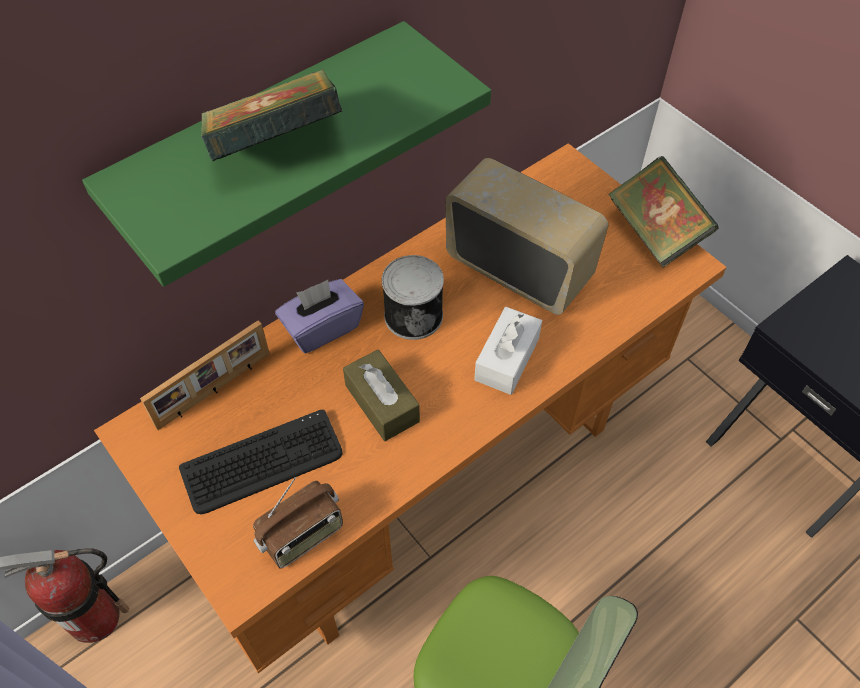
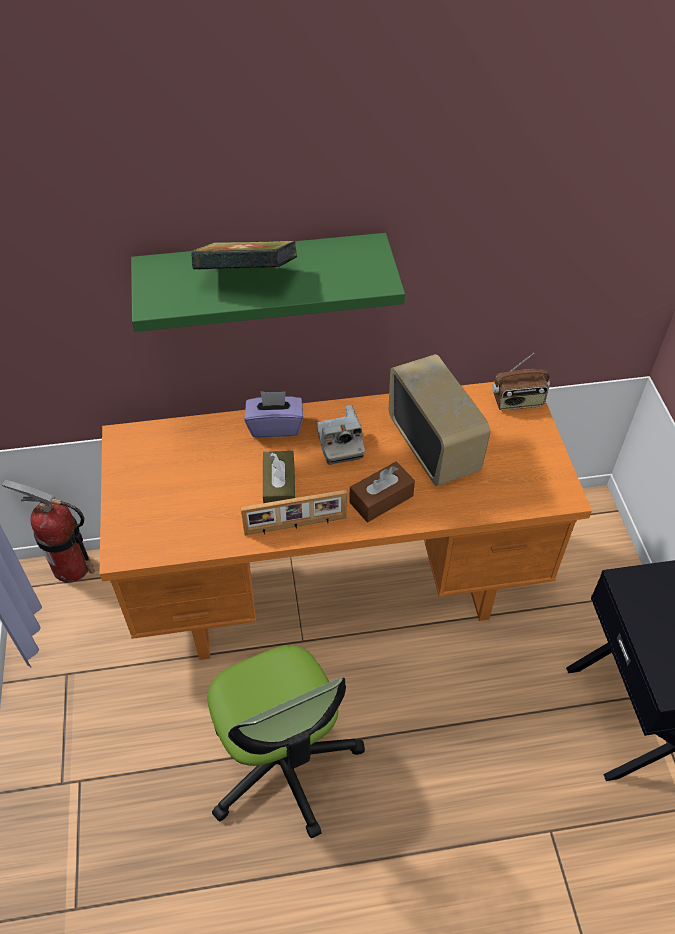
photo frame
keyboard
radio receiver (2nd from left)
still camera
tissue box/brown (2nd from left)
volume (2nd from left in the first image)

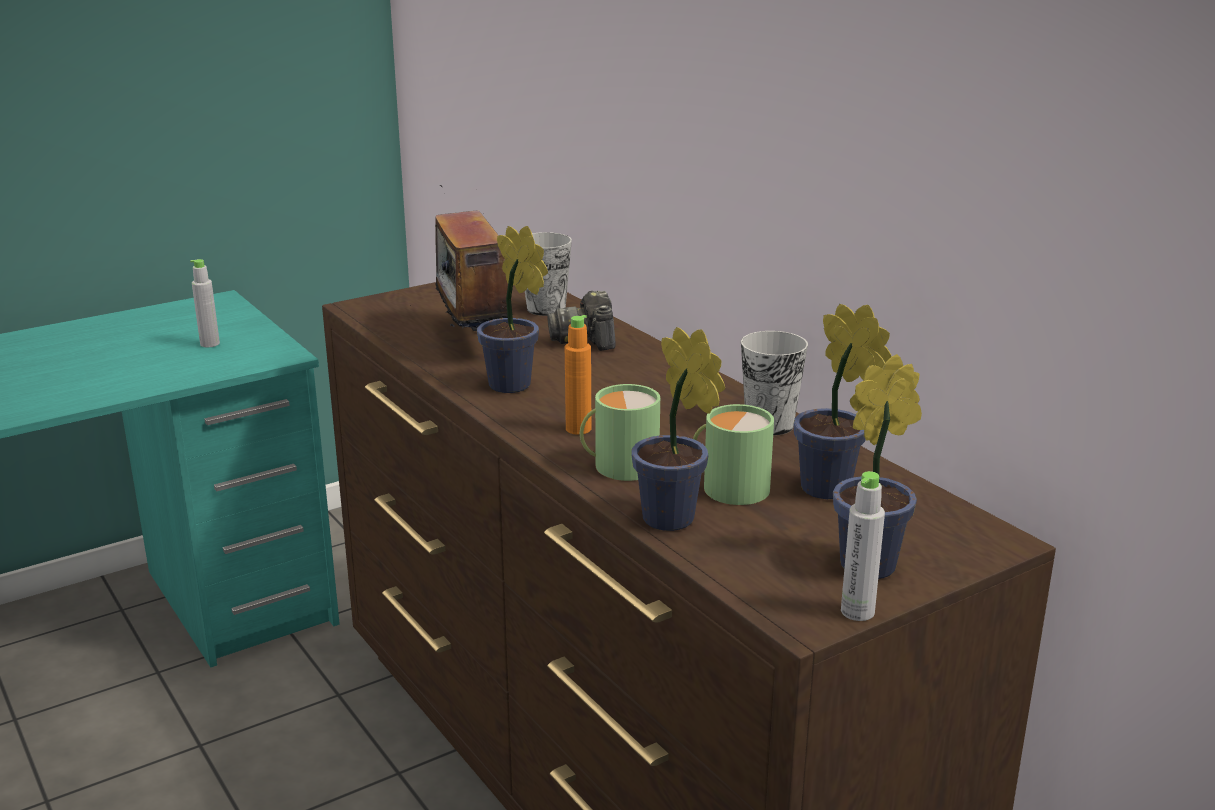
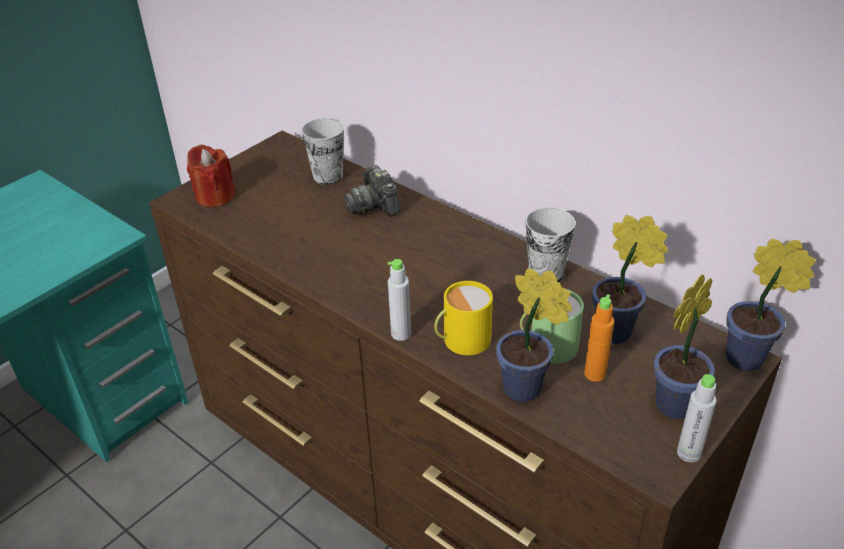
drink bottle/gray (1st from left)
radio receiver
potted plant (4th from left)
drink bottle/orange
tea mug/yellowish
wax light/reddish

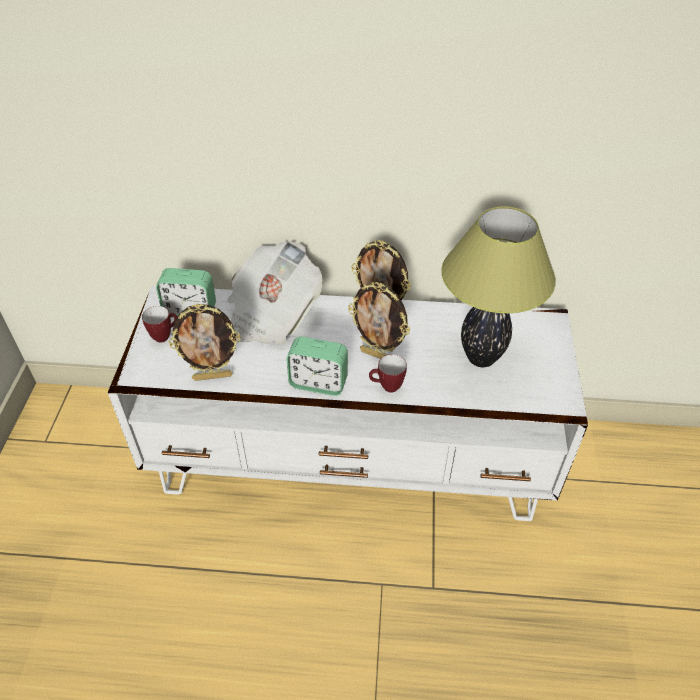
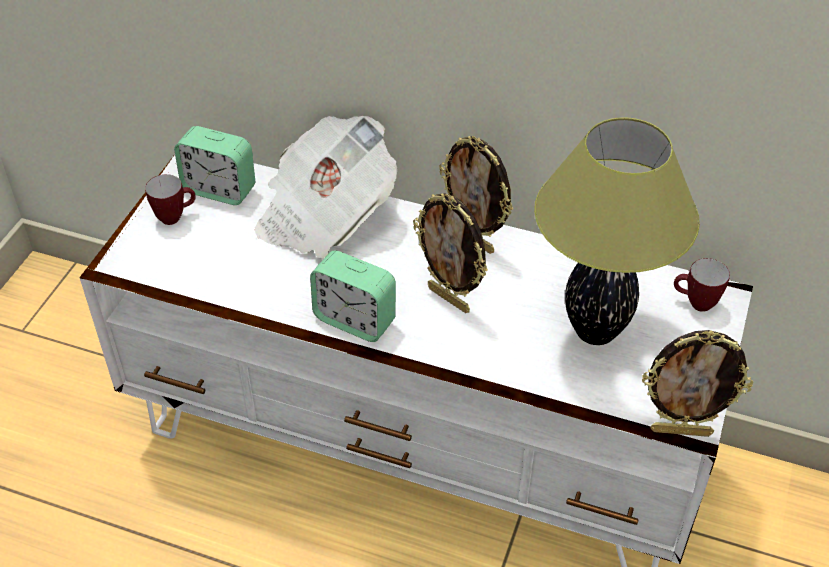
photo frame (3rd from left)
tea mug (2nd from left)

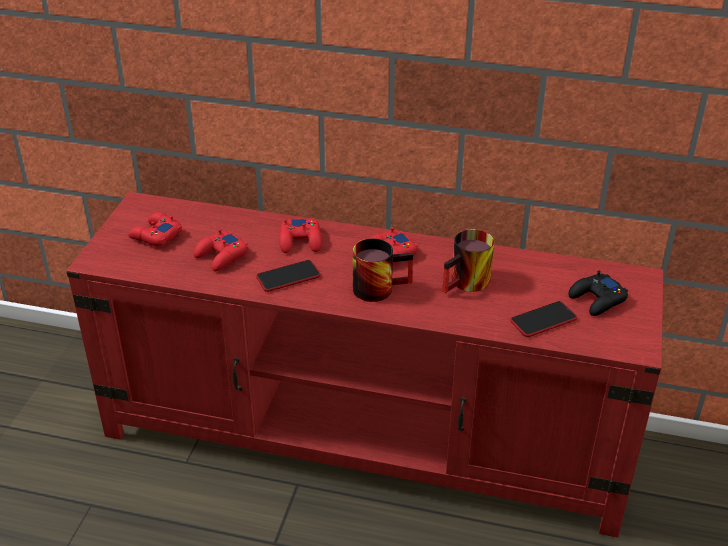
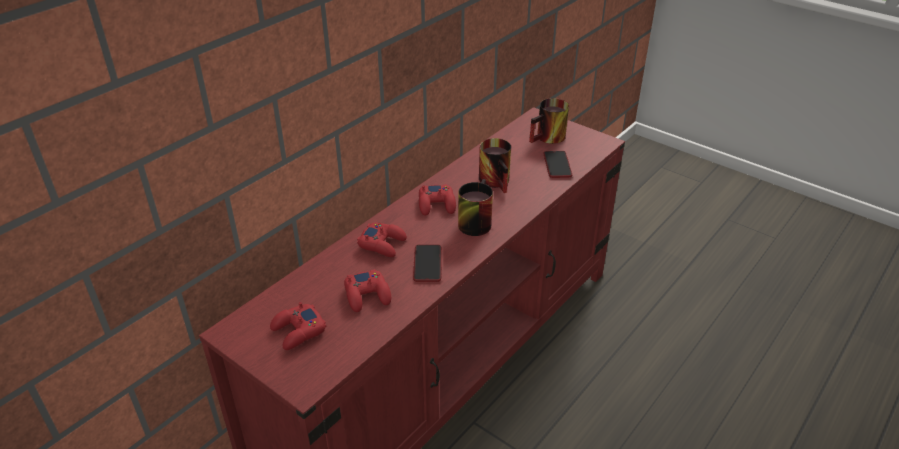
tea mug (3rd from left)

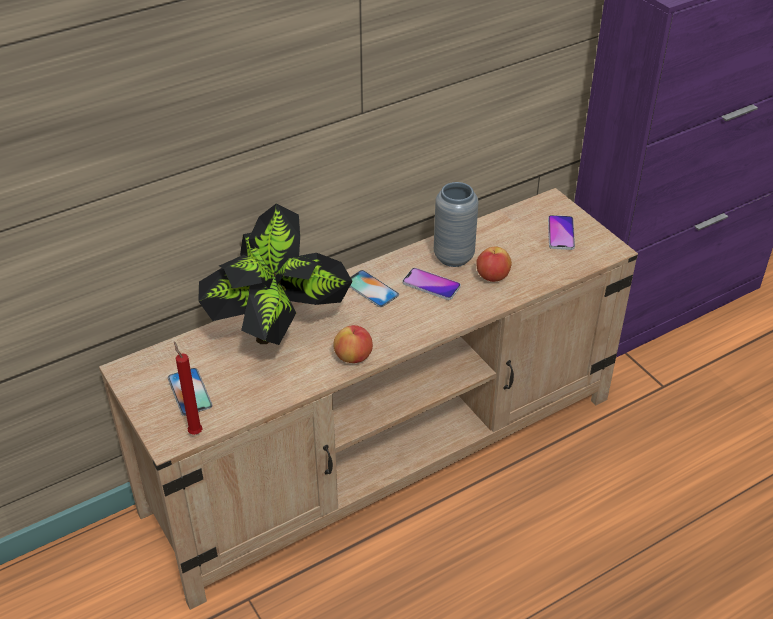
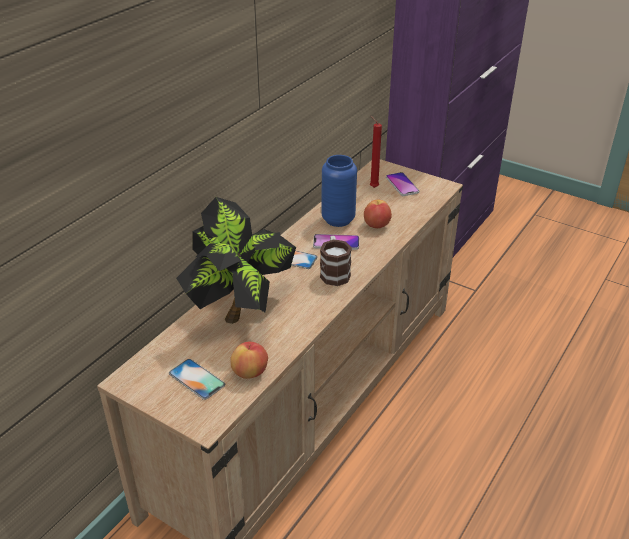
wax light/reddish
apple (1st from left)
decorative vase/bluish
tea mug

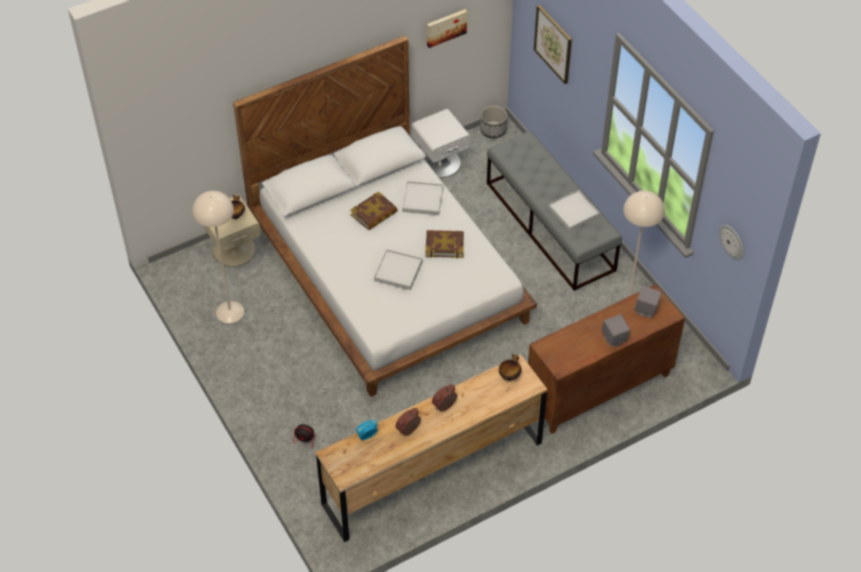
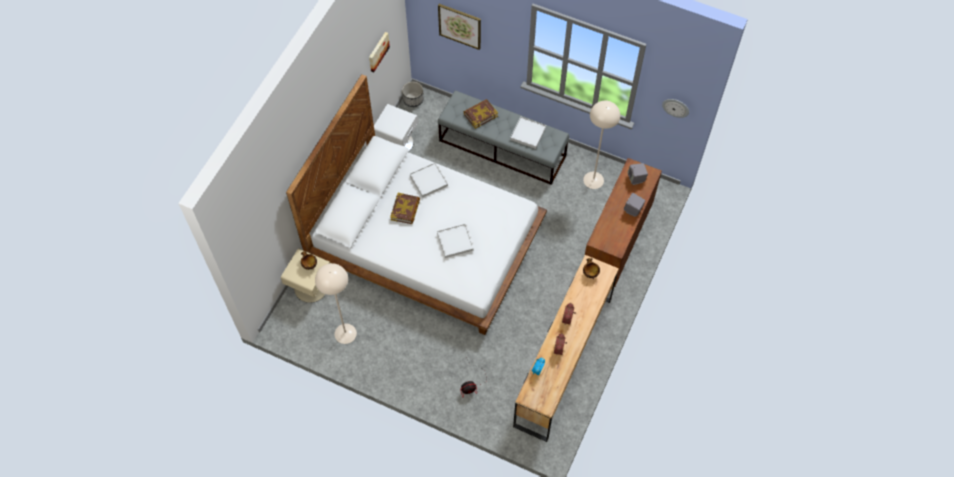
volume (2nd from left)

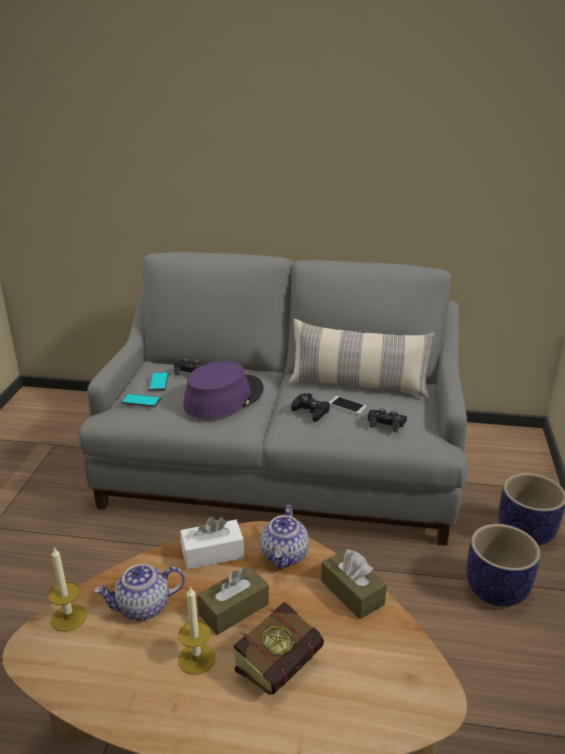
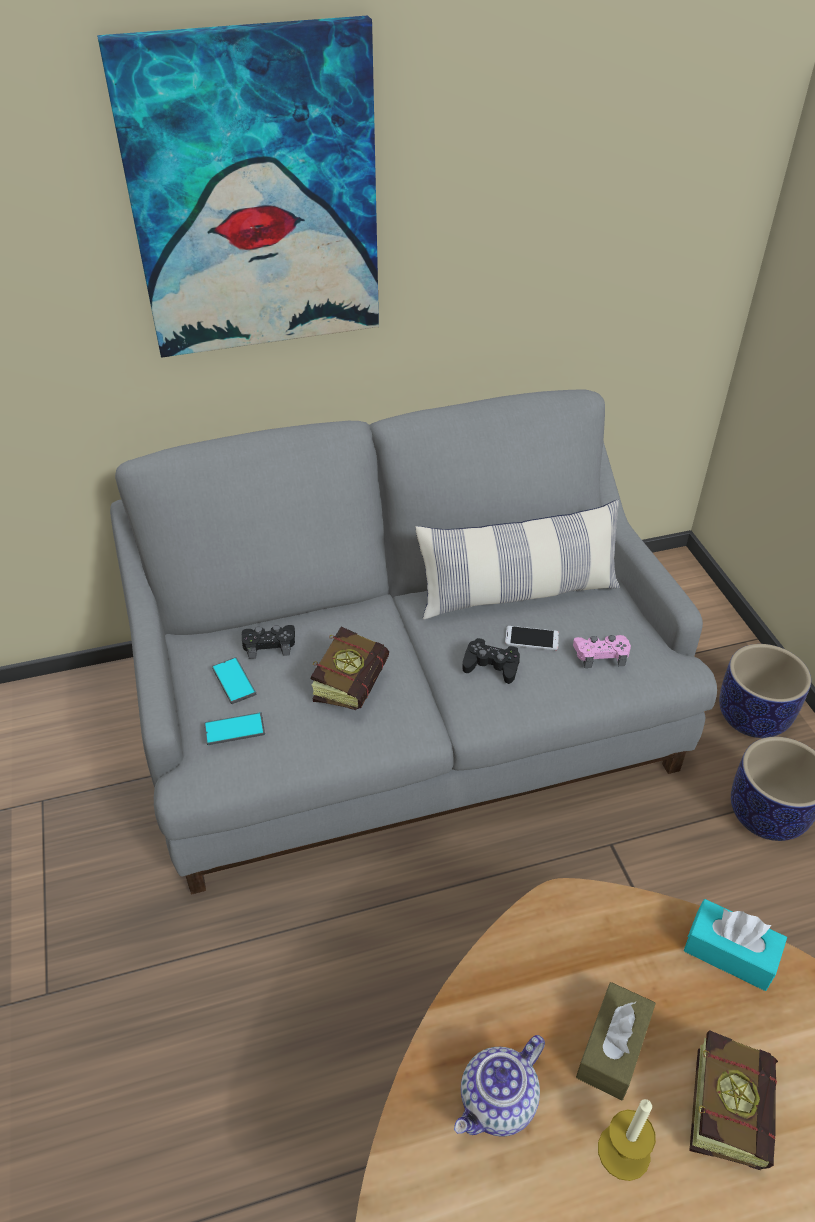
wax light (1st from left in the first image)
tissue box/white-coloured
volume (1st from left)
tea pot (2nd from left in the first image)
tissue box/turquoise
game controller/pink-coloured
picture

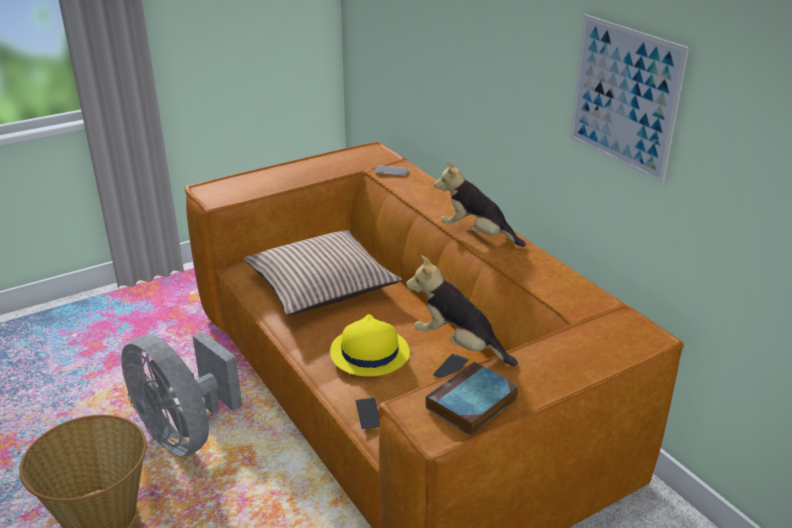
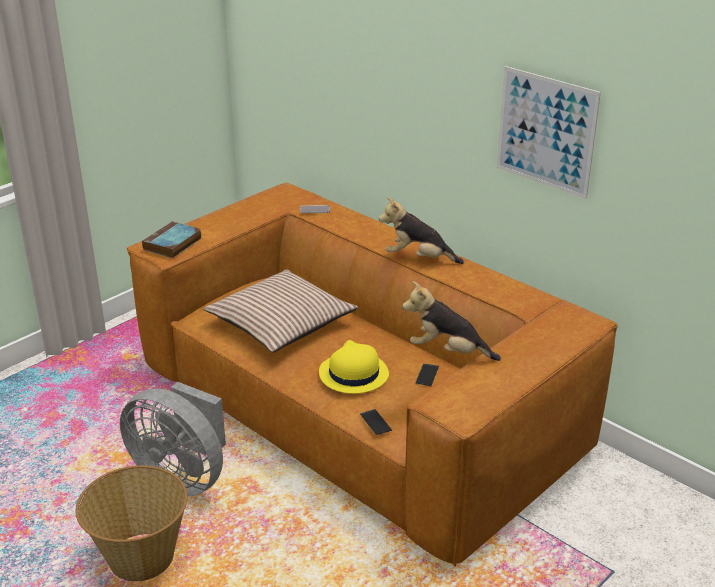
volume

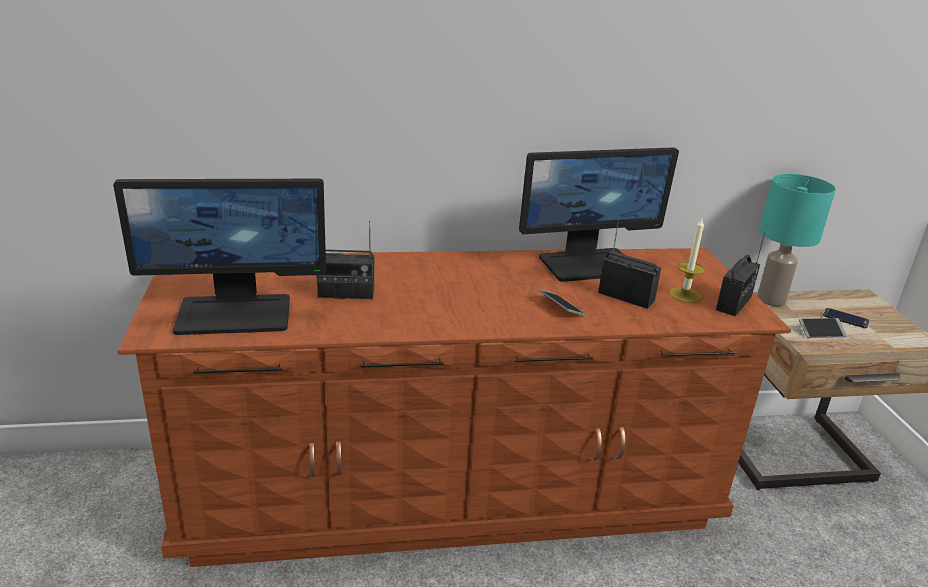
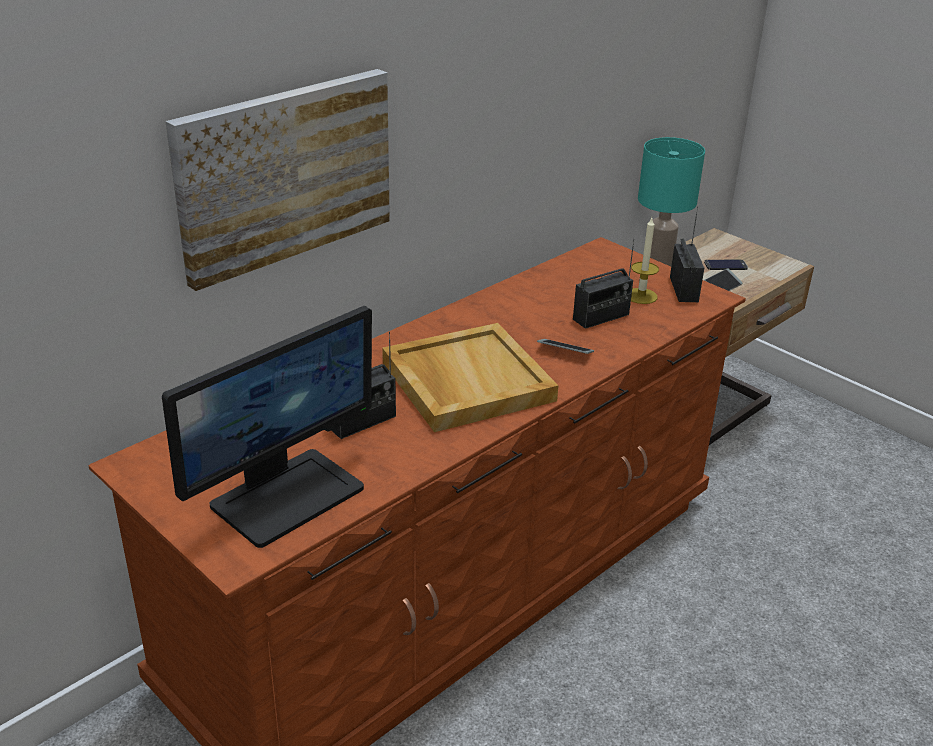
monitor (2nd from left in the first image)
radio receiver (2nd from left)
picture
serving tray/beige

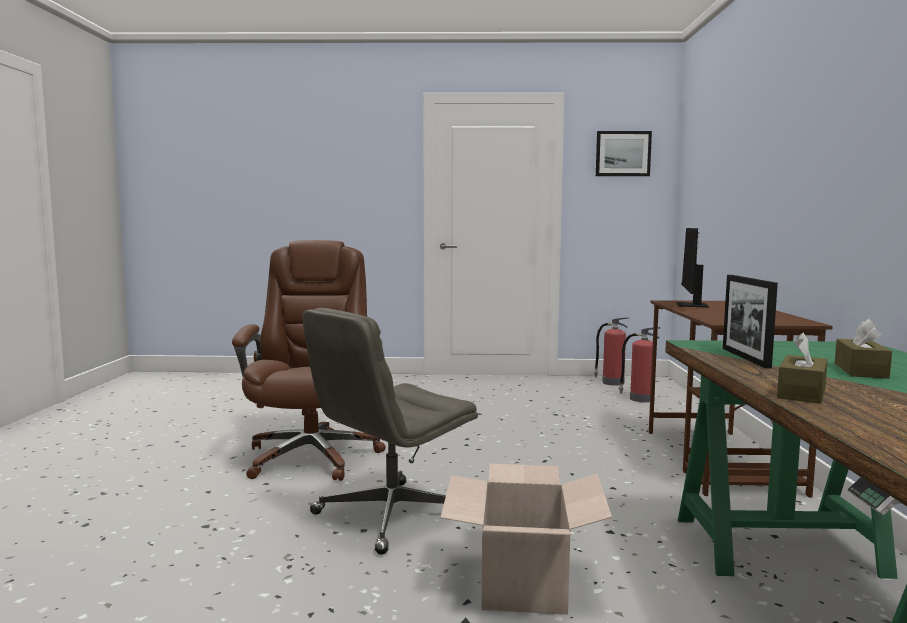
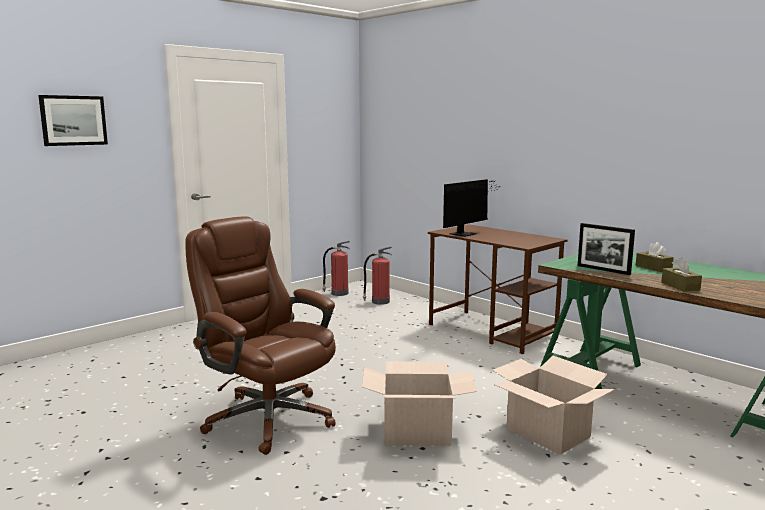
packing box (1st from left)
picture
monitor

